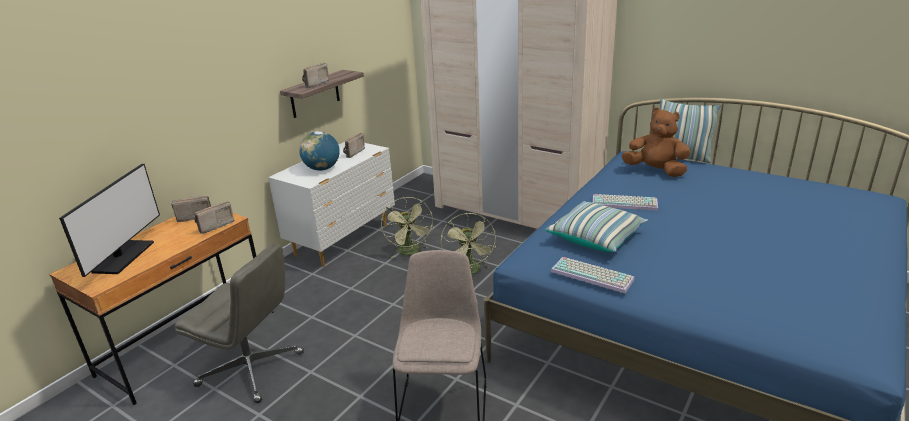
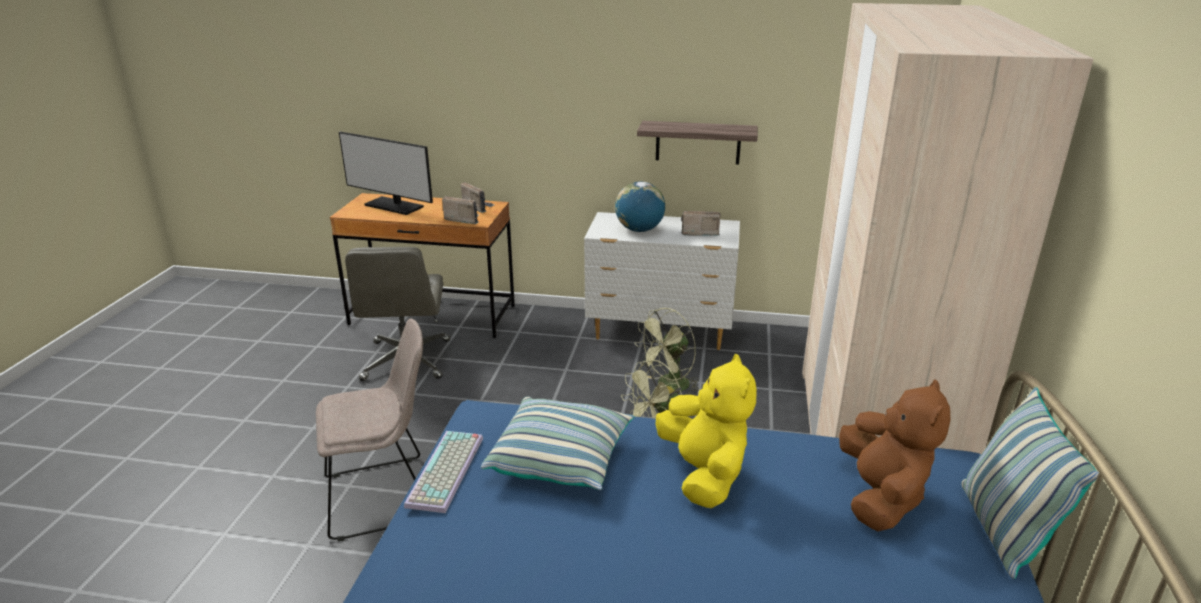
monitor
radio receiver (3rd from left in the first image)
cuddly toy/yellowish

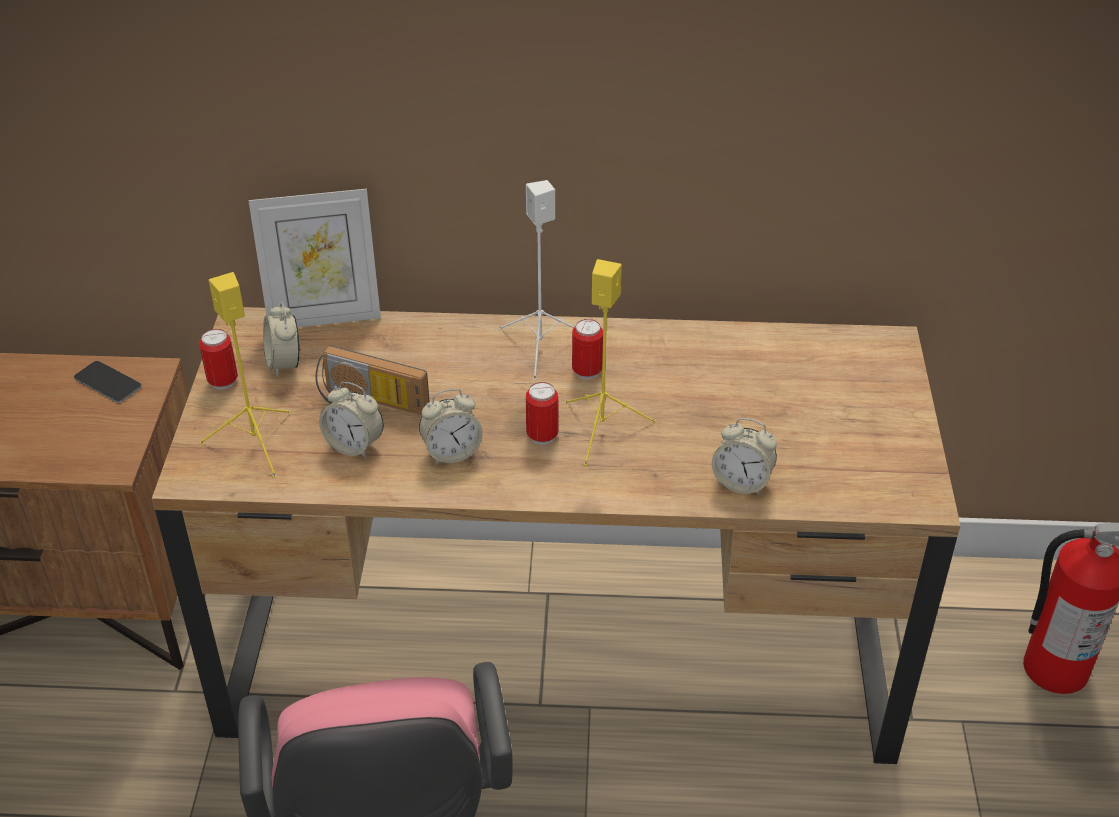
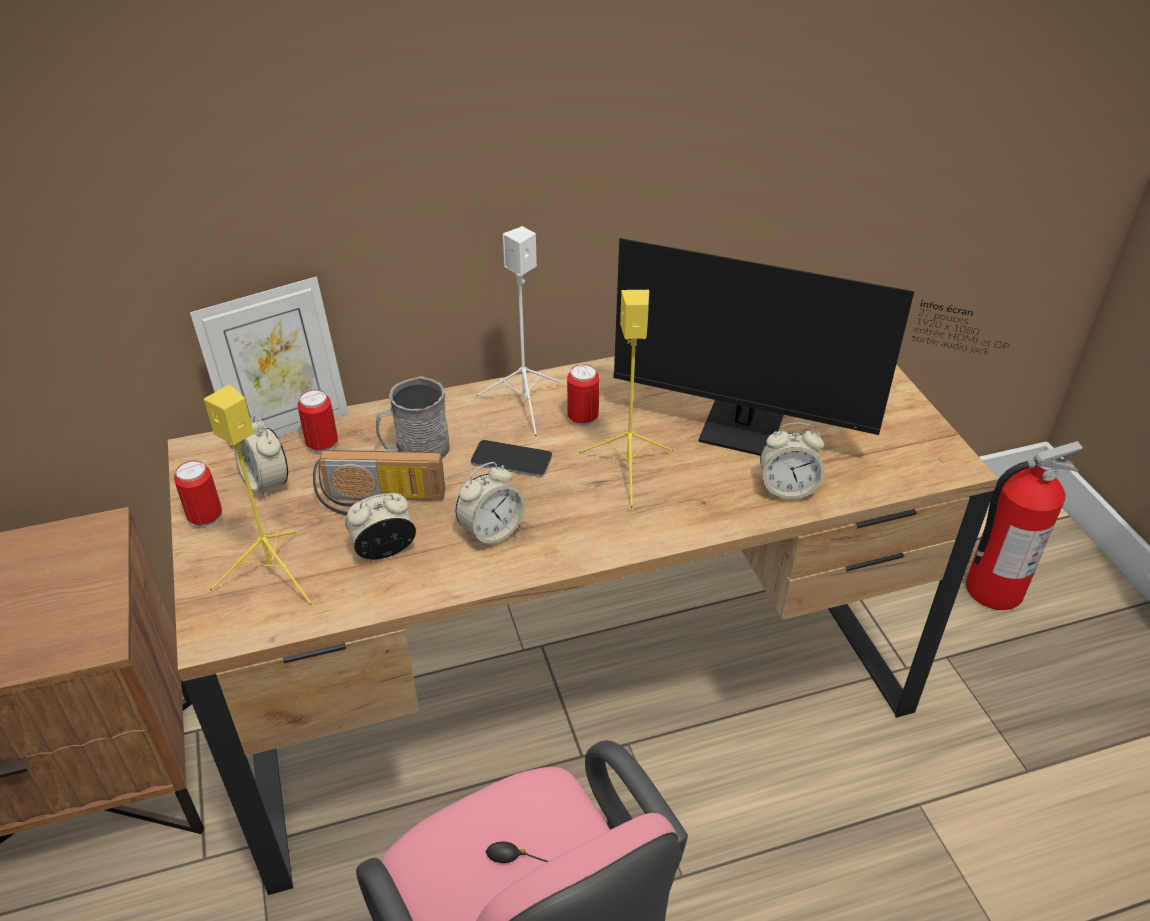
telephone
alarm clock (2nd from left)
metal can (2nd from left)
tea mug/gray
monitor

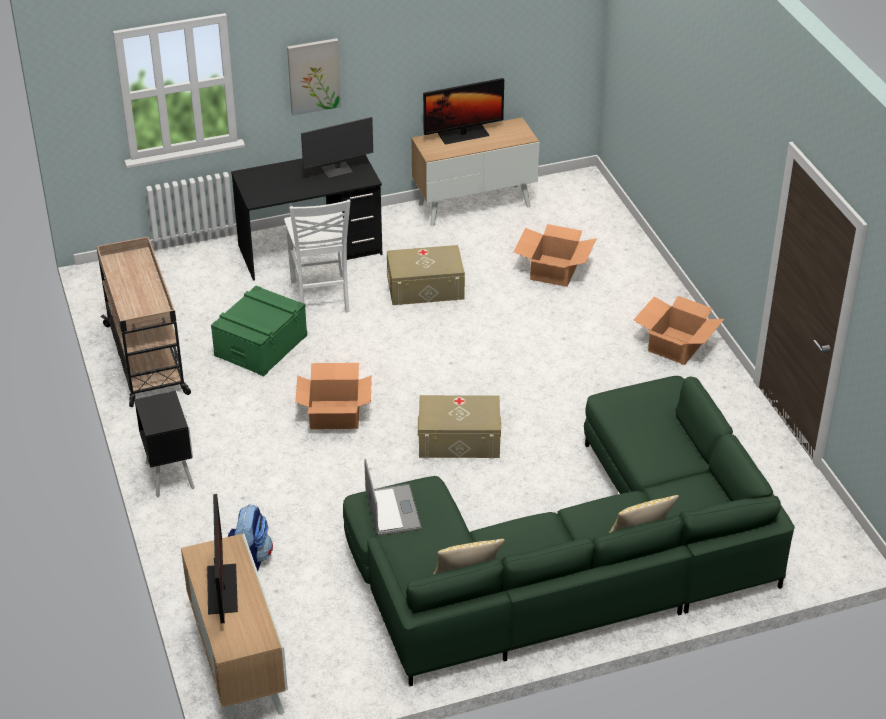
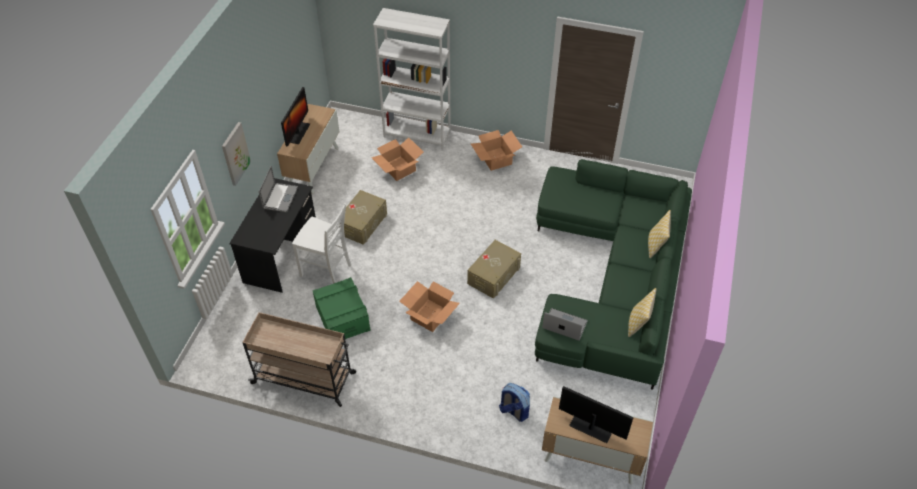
bedside table/blackish
laptop (1st from left)
bookshelf/white-coloured

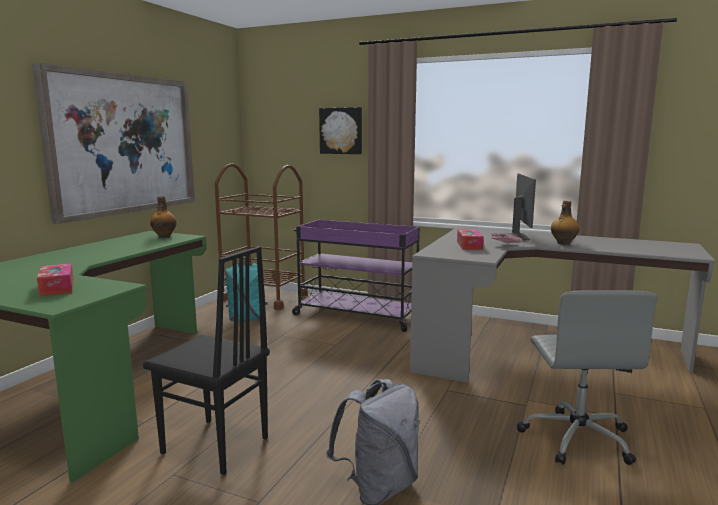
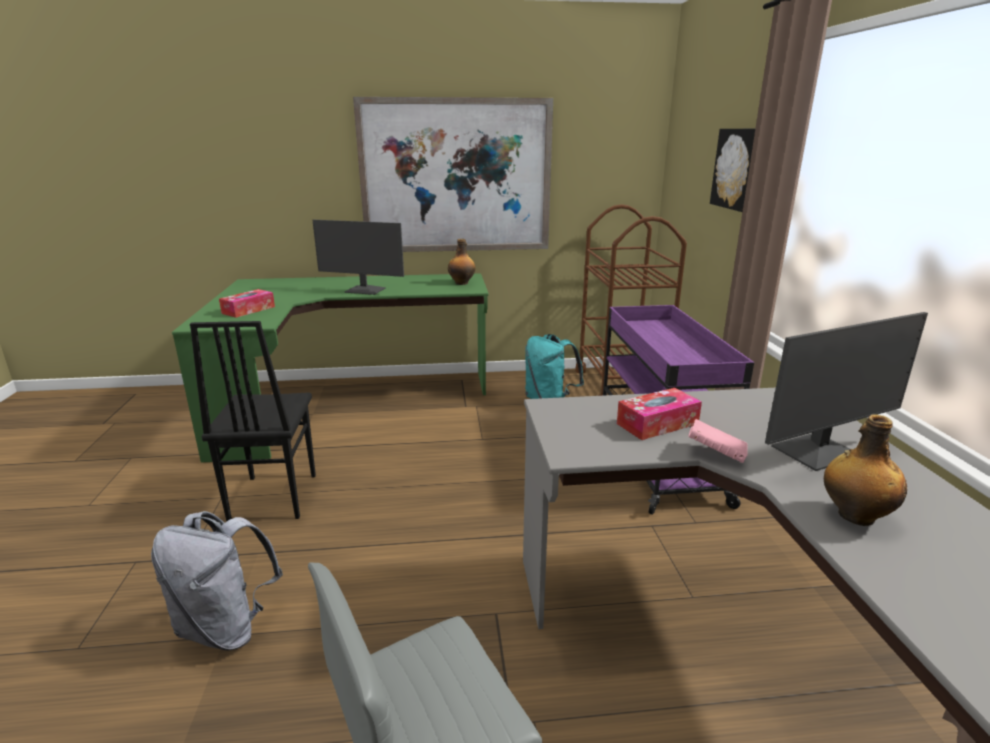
monitor (1st from left)

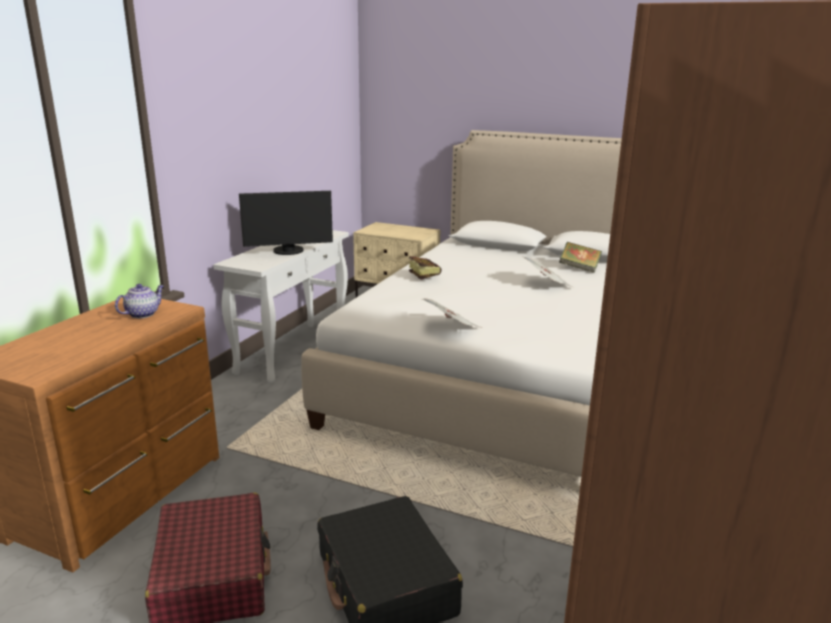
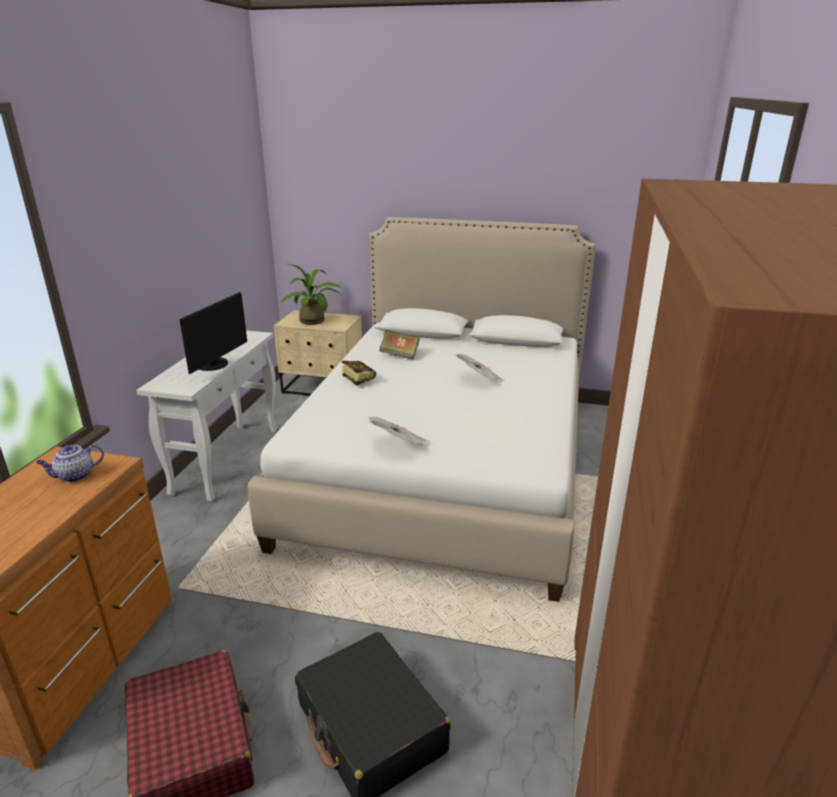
tea pot
monitor
volume (2nd from left)
potted plant

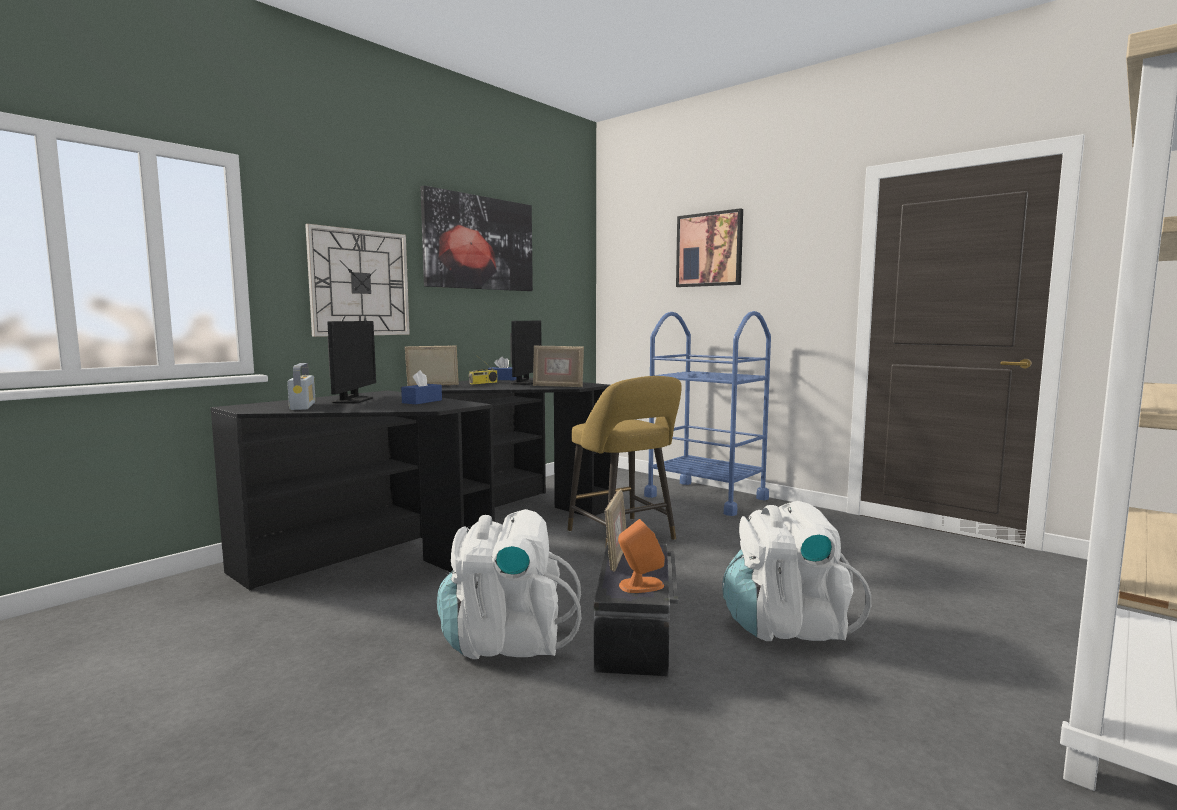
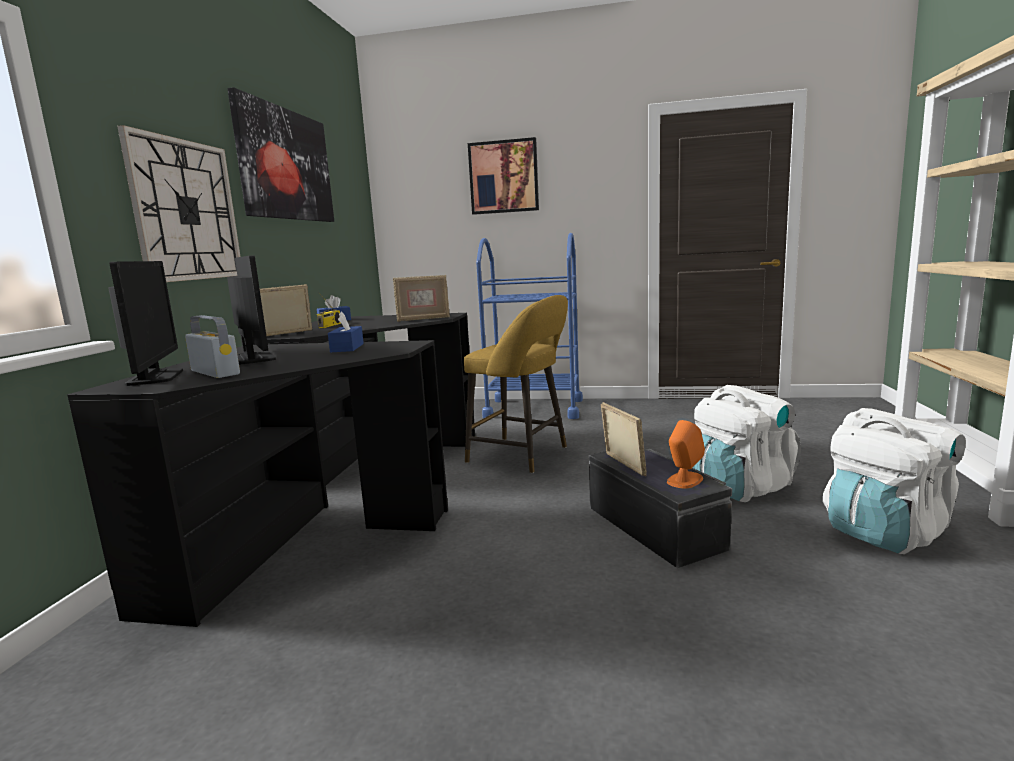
knapsack/white-coloured (2nd from left)
monitor (1st from left)

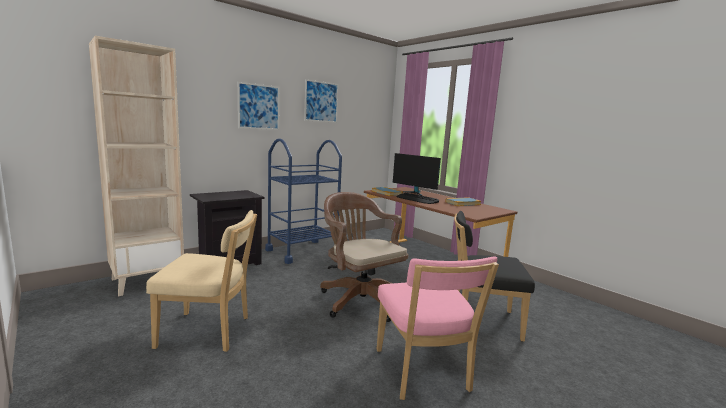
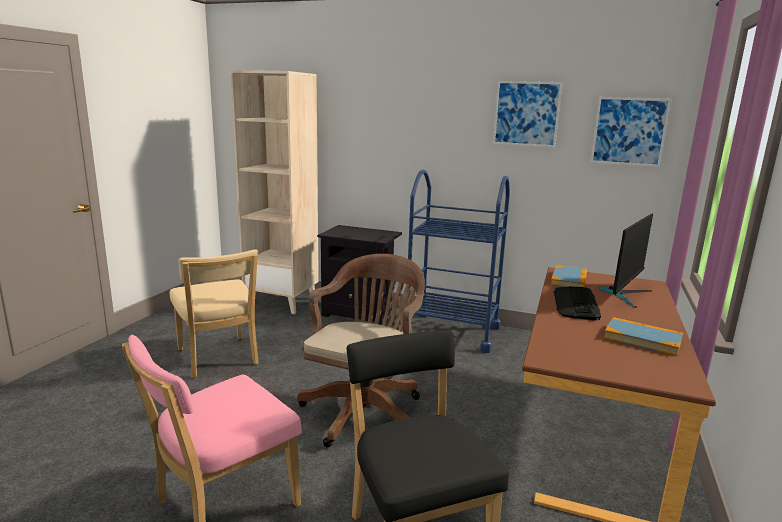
picture (2nd from left)
monitor

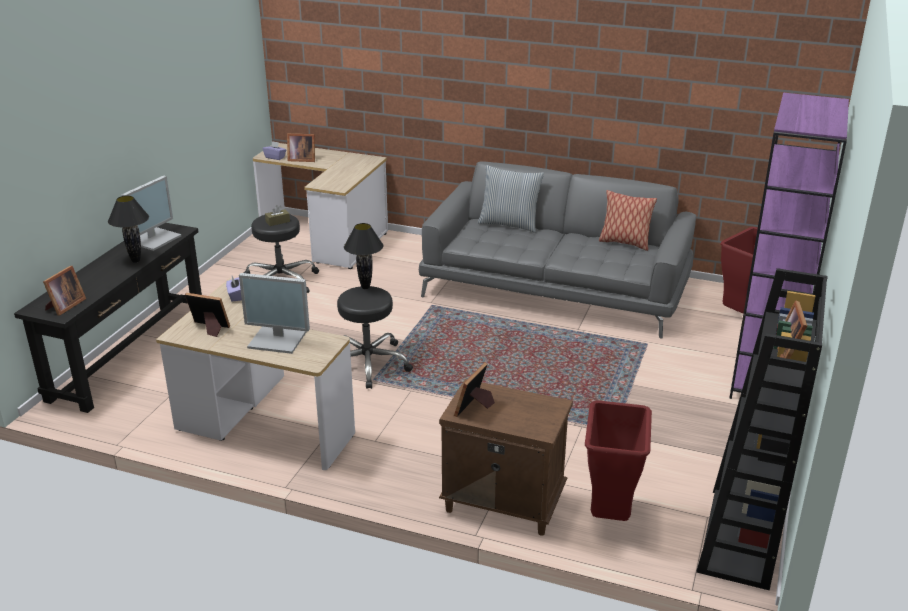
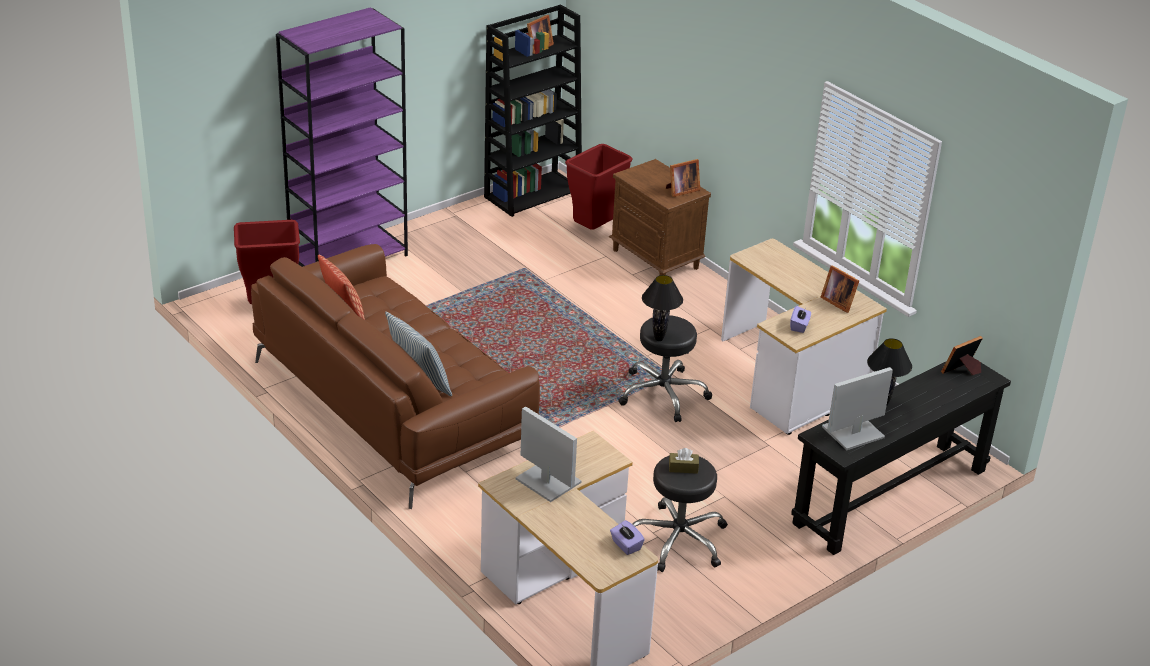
monitor (1st from left)
photo frame (3rd from left in the first image)
couch/brown

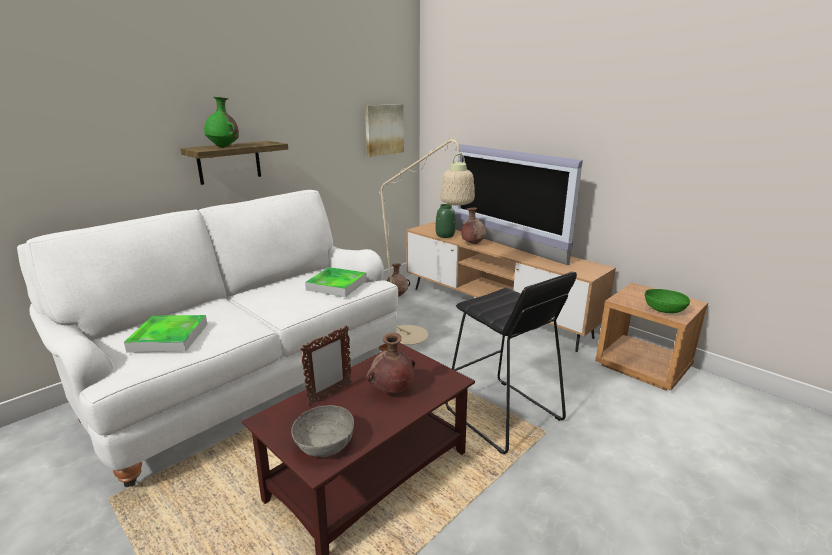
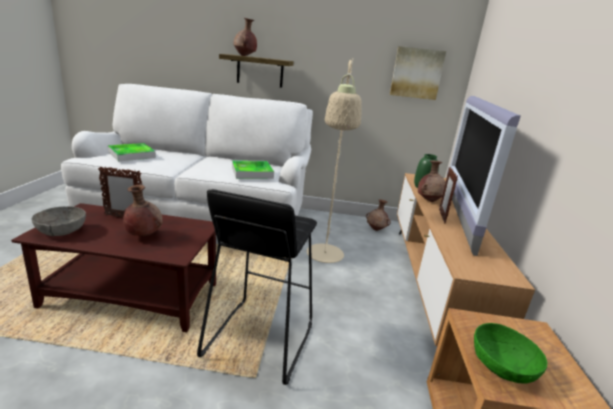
decorative vase/brown (2nd from left)
photo frame (2nd from left)

